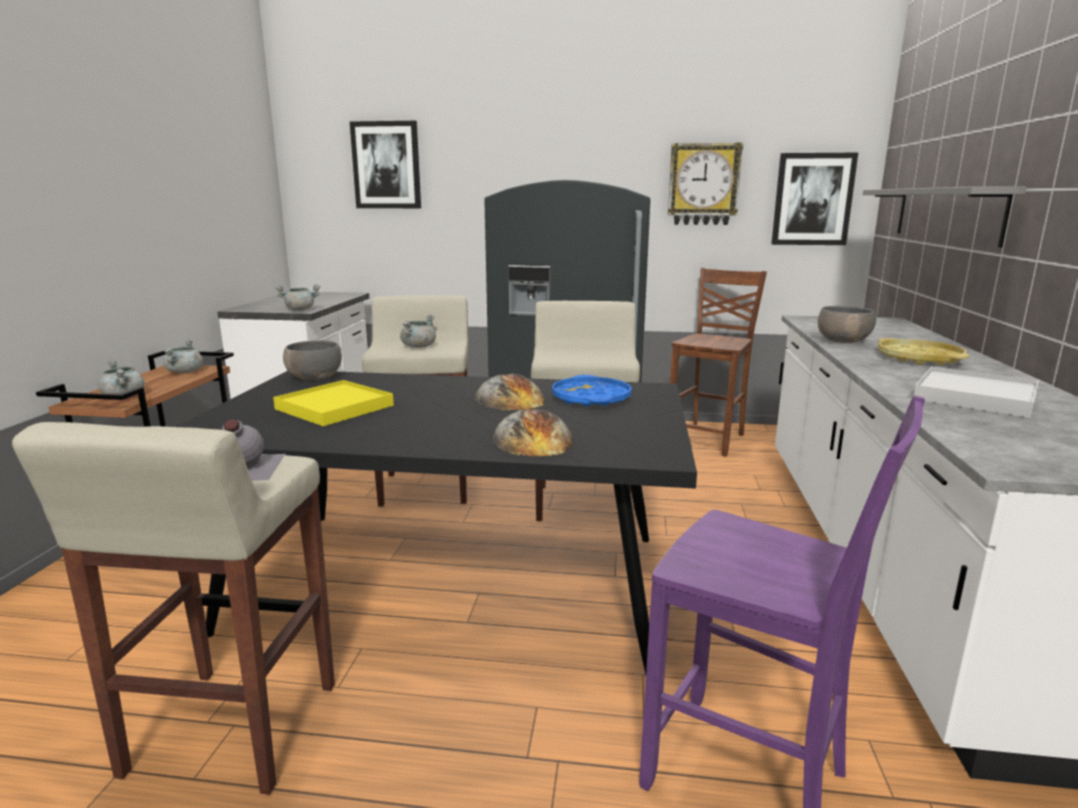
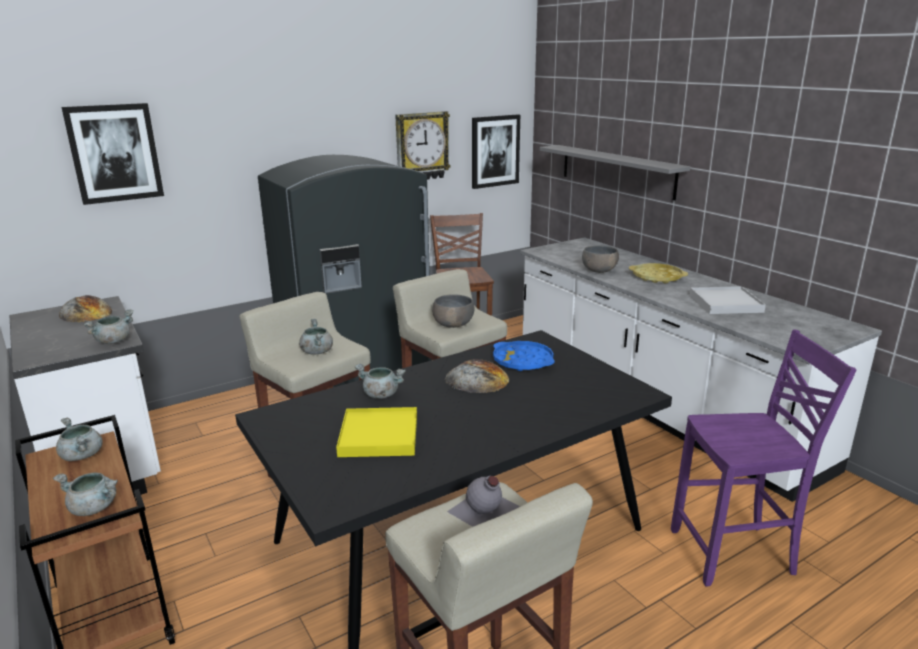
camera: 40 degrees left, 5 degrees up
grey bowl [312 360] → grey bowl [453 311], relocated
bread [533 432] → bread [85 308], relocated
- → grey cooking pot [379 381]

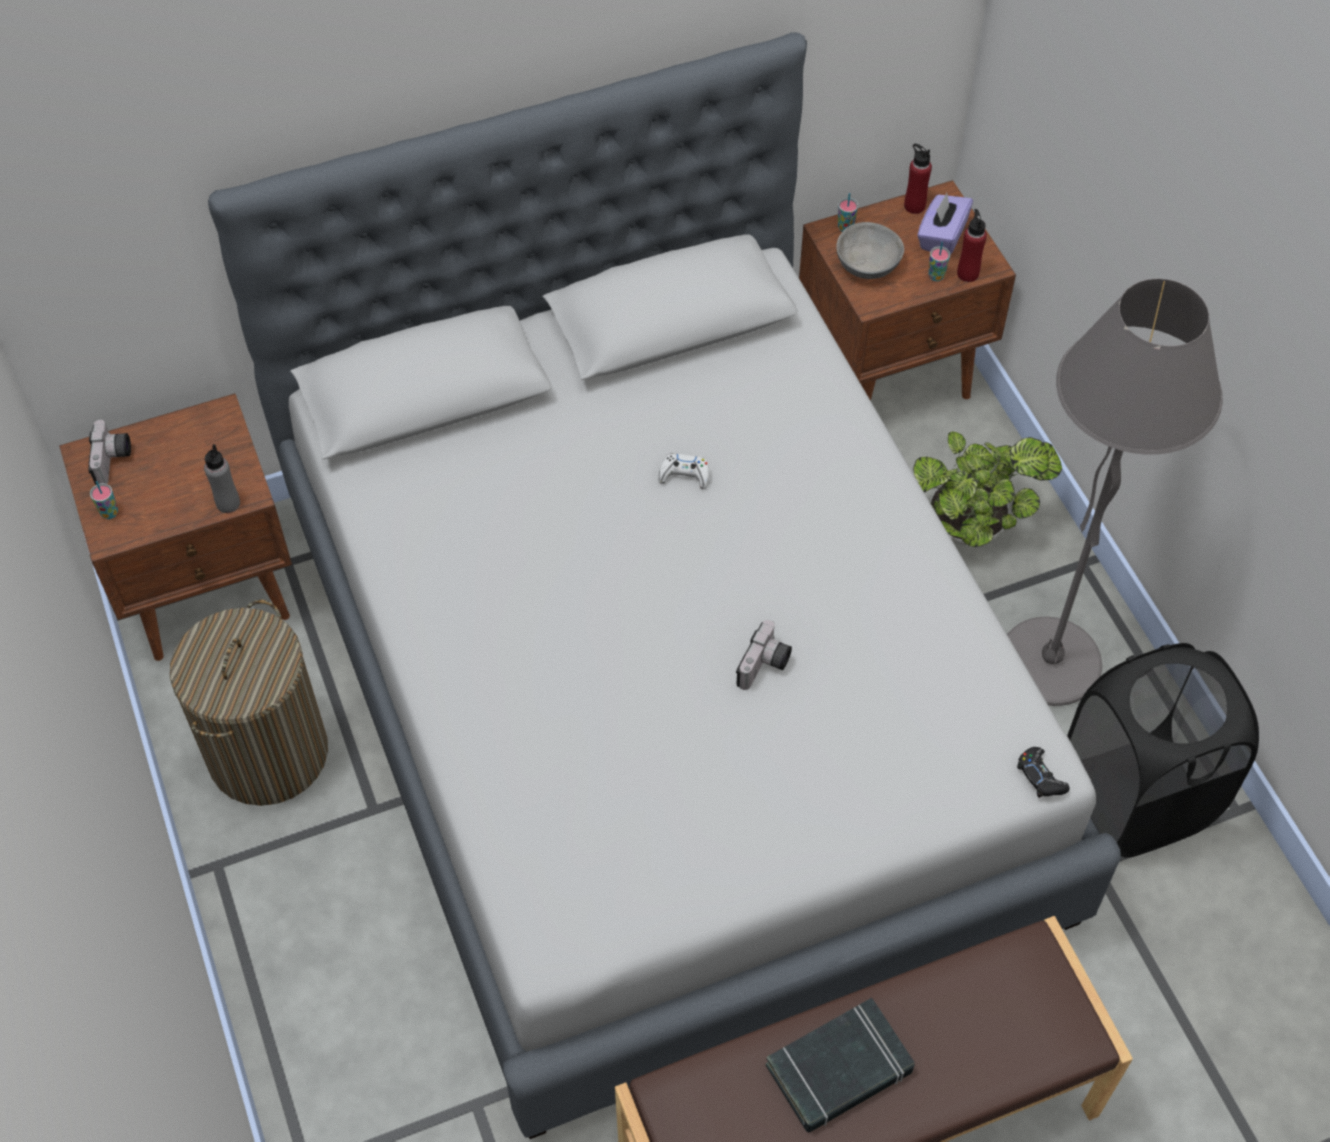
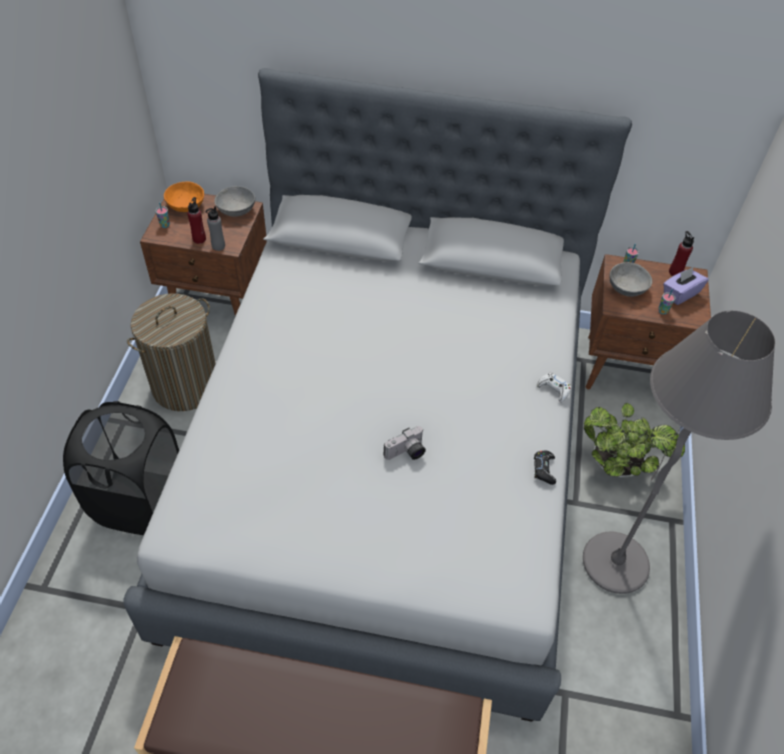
camera: 30 degrees right, 5 degrees down
red bottle [972 245] → red bottle [196 220], relocated
photo camera [109 452] → orange bowl [184 197]
white game controller [684 471] → white game controller [554 387], relocated
black laundry basket [1163 750] → black laundry basket [121 468], relocated
black game controller [1043 772] → black game controller [545 468], relocated
black book [840 1065] → -
- → grey bowl [234 201]

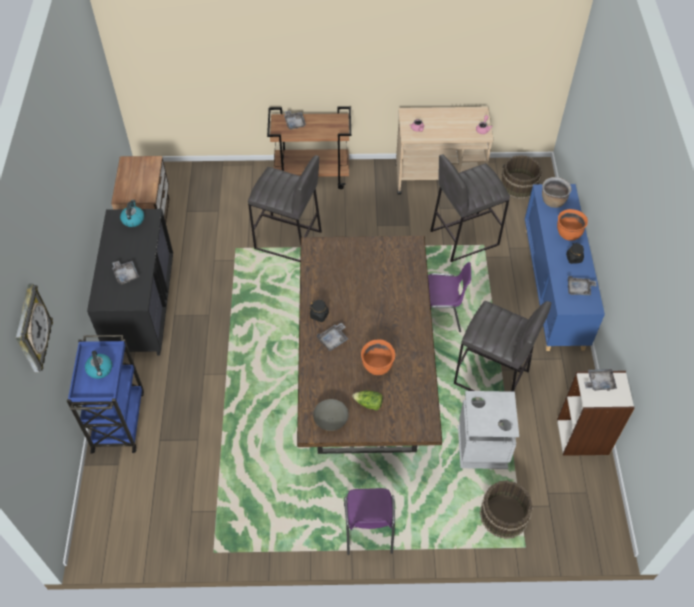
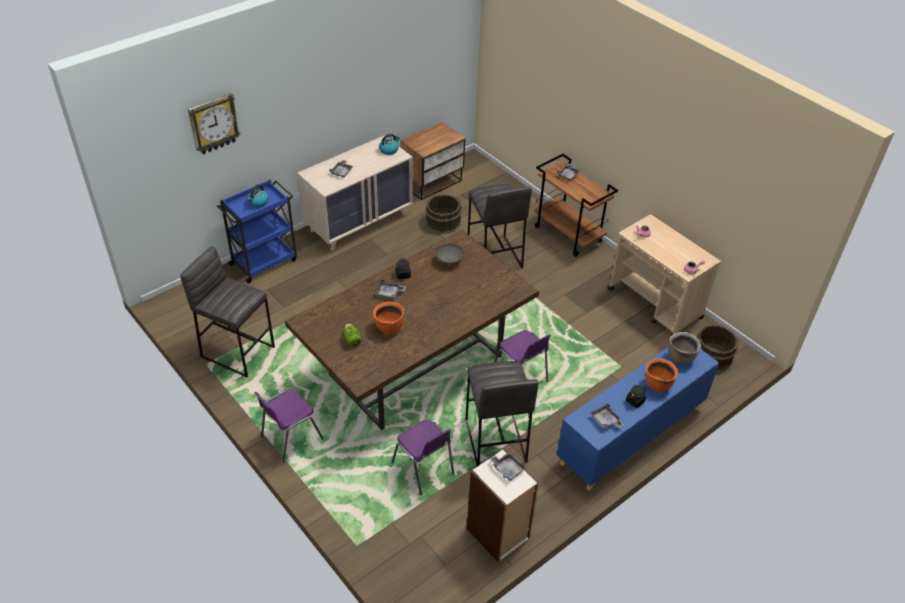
camera: 50 degrees right, 10 degrees down
grey stool [470 208] → grey stool [227 311], relocated
black dresser [130 282] → beige dresser [355 193]
grey trash can [488 430] → purple chair [422 457]
grey bowl [331 415] → grey bowl [450 254], relocated
brown bucket [506 509] → brown bucket [443 214], relocated

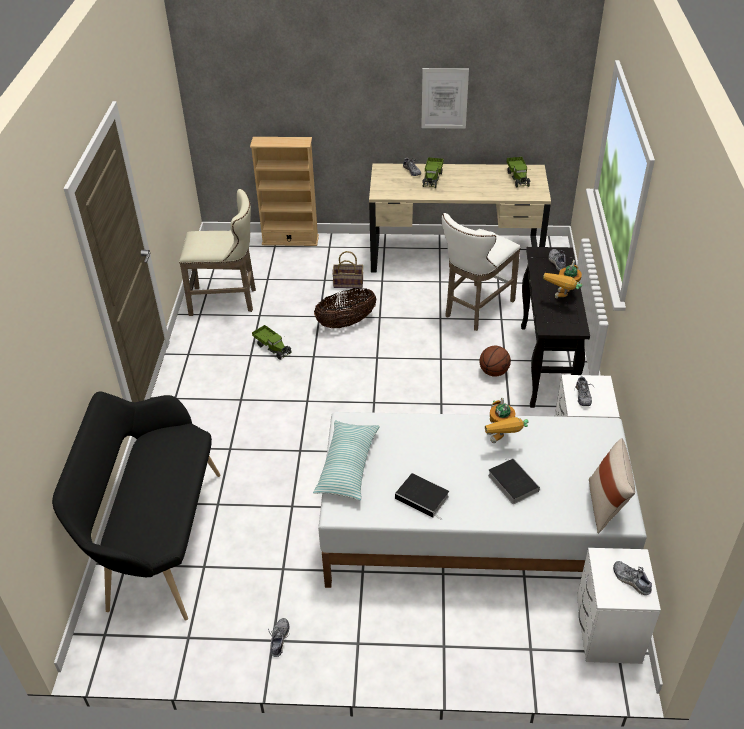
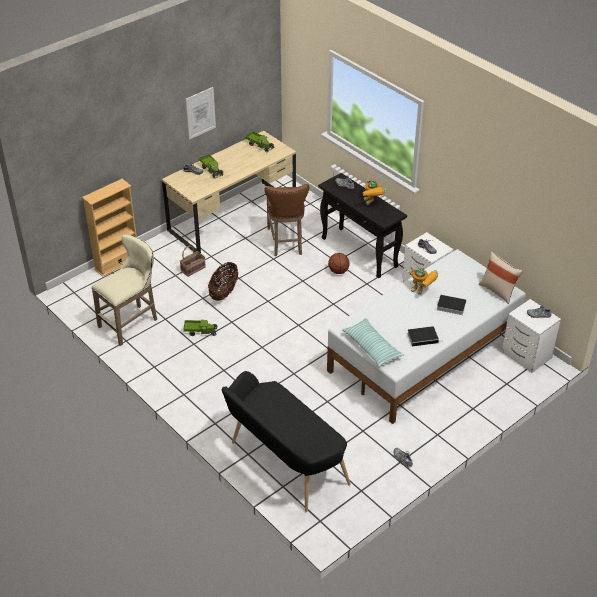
camera: 45 degrees left, 0 degrees up
white stool [481 272] → brown stool [286 220]

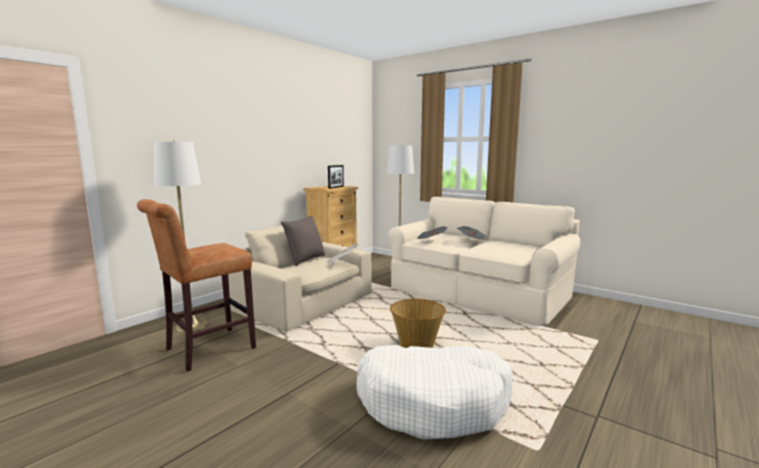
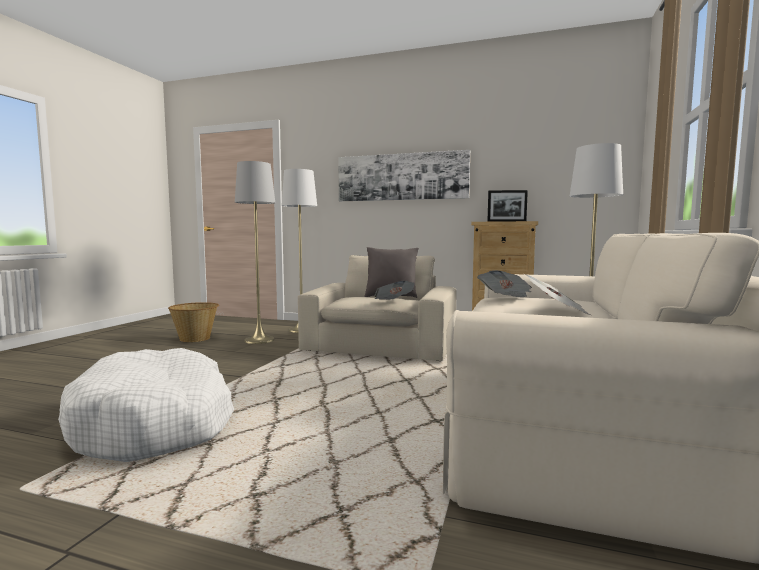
camera: 70 degrees right, 5 degrees down
brown stool [196 285] → grey floor lamp [255 252]
basket [418 323] → basket [193 322], relocated
- → picture [404 175]

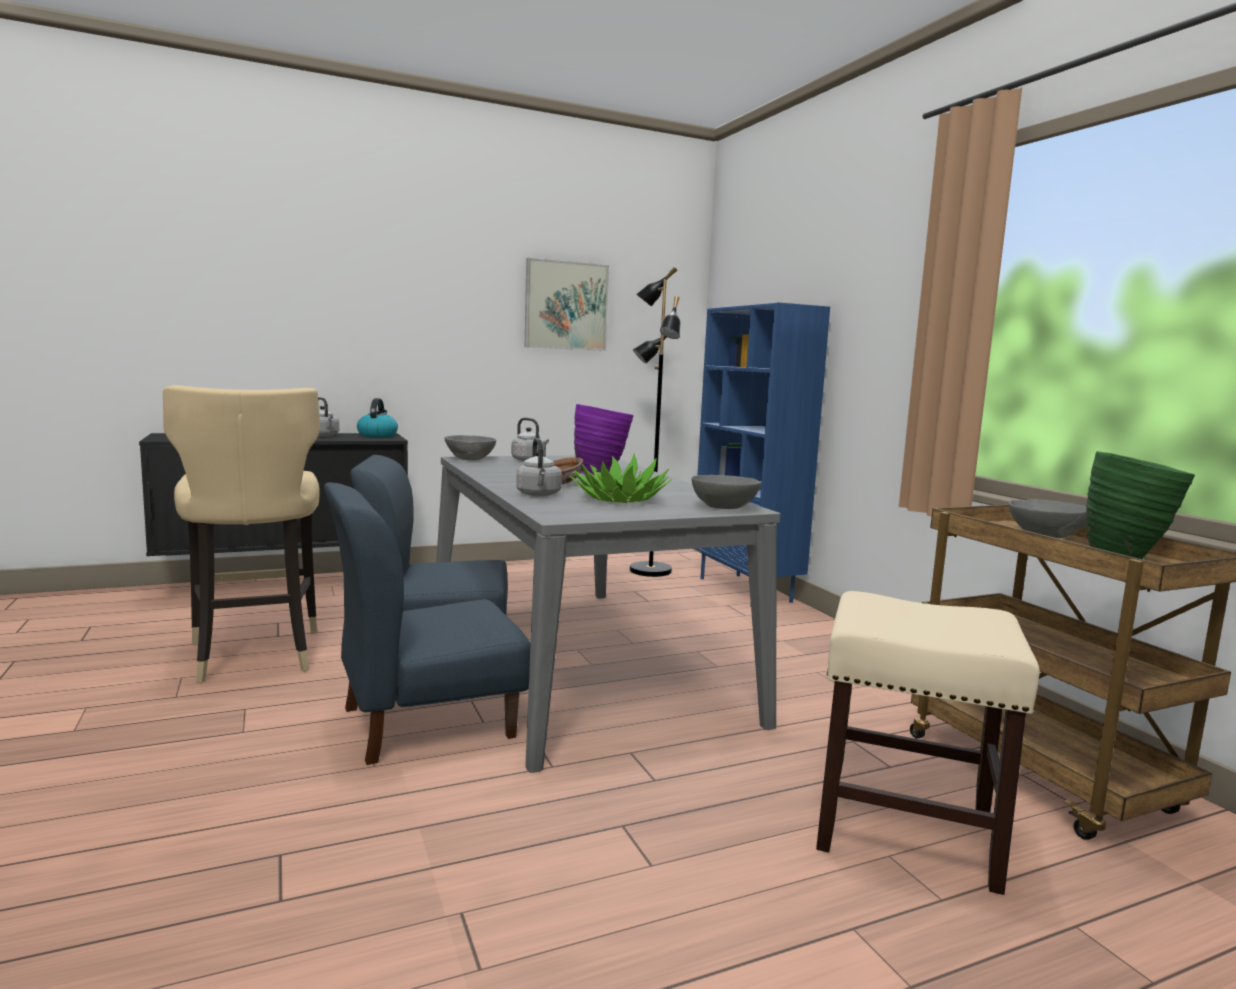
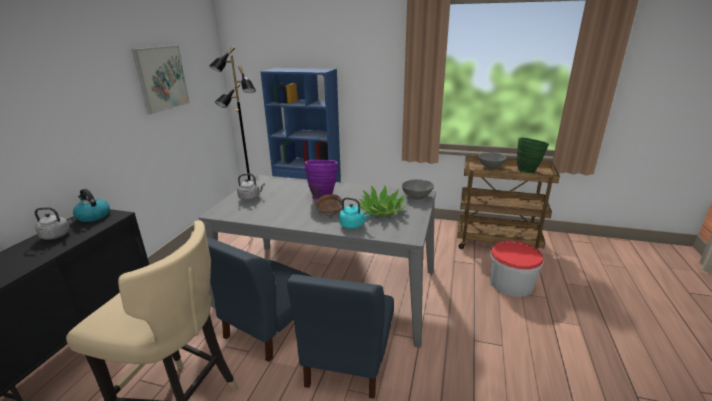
camera: 50 degrees left, 15 degrees up
grey bowl [470 447] → -
grey kettle [539 467] → turquoise kettle [354 213]
beige stool [928 743] → bucket [517 268]

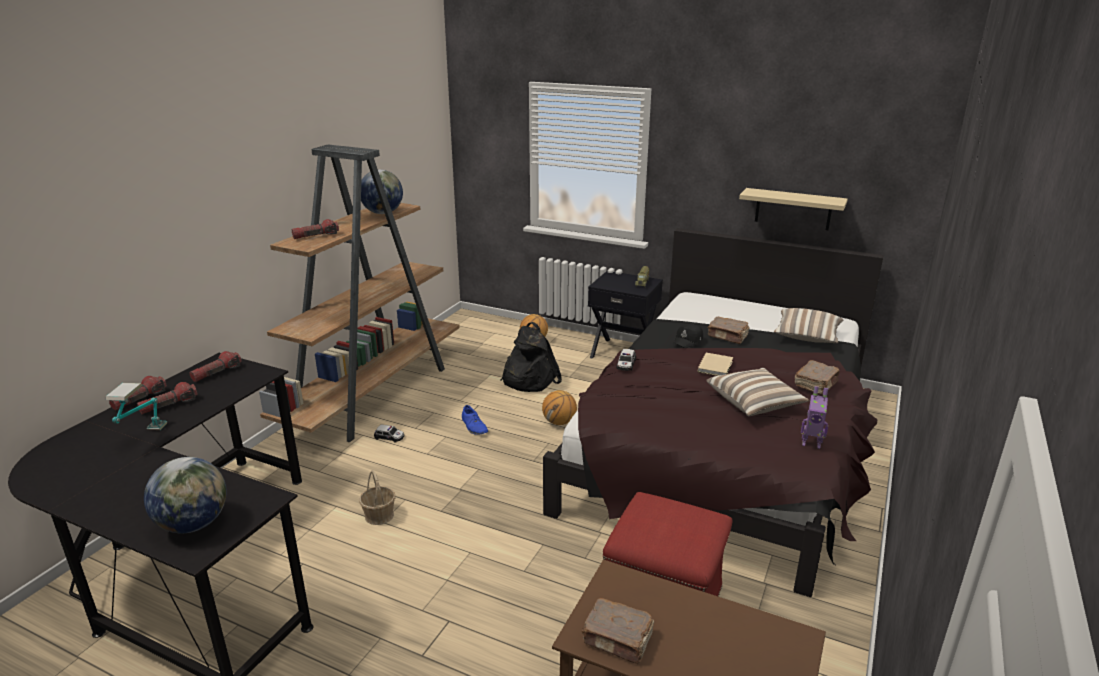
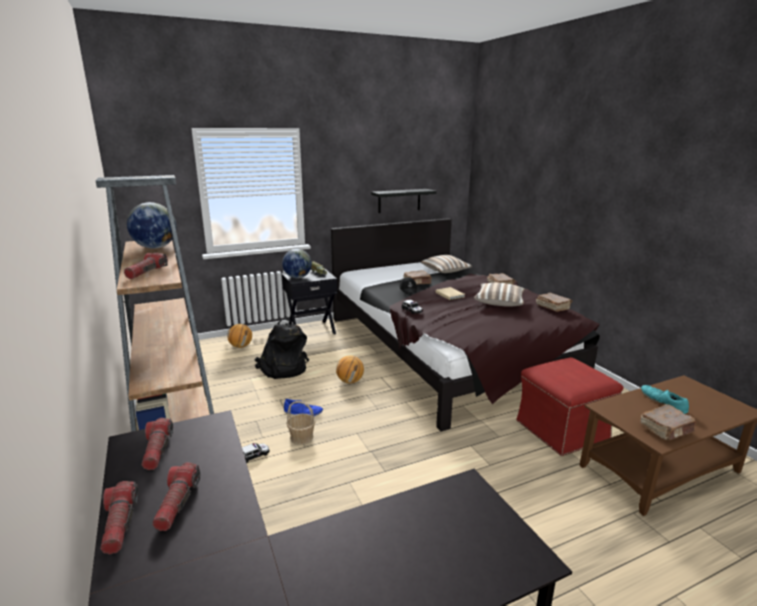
camera: 50 degrees left, 5 degrees down
beige shelf [793 209] → black shelf [403 201]
table lamp [136 406] → -
toy robot [814 417] → brown book [554 302]
globe [185 495] → globe [297 263], relocated
basket [377 497] → basket [301 422], relocated
- → turquoise shoe [665 399]

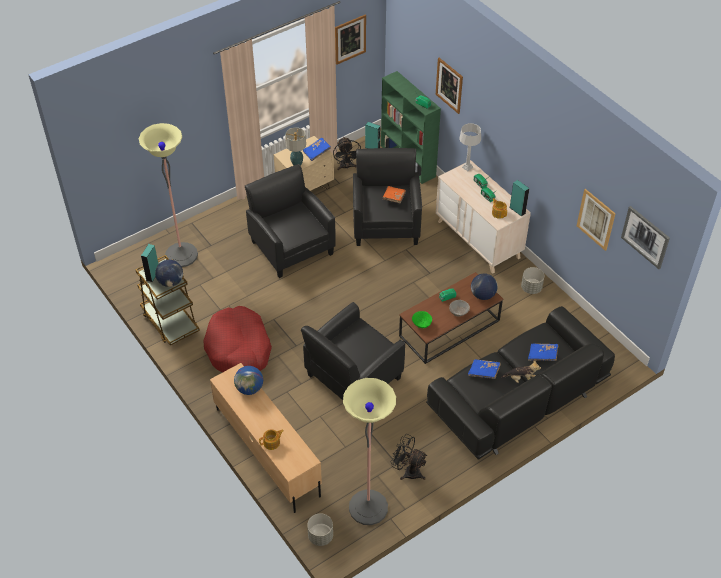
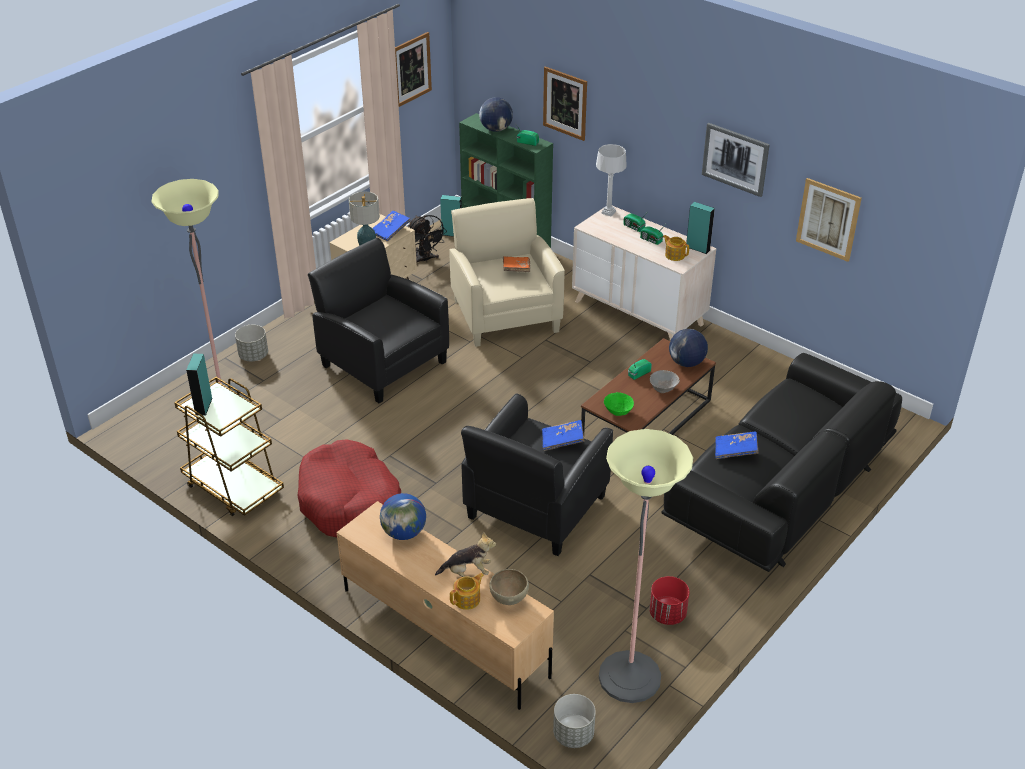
camera: 15 degrees left, 10 degrees down
black armchair [387 197] → beige armchair [507 272]
picture [645 237] → picture [736 160], relocated
globe [169 273] → globe [496 114], relocated
grey planter [532 280] → grey planter [251 343], relocated
blue book [543 352] → blue book [563 435], relocated
plush toy [521 371] → plush toy [465 554], relocated
black fan [409 457] → red planter [669 600]
- → brown bowl [509 587]

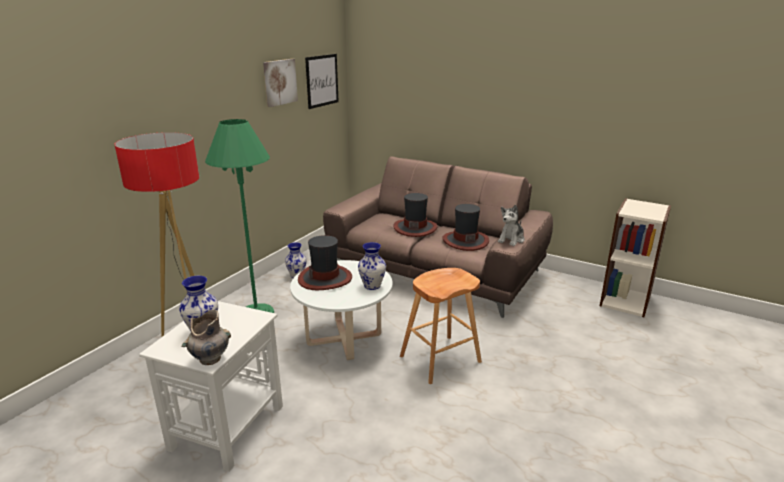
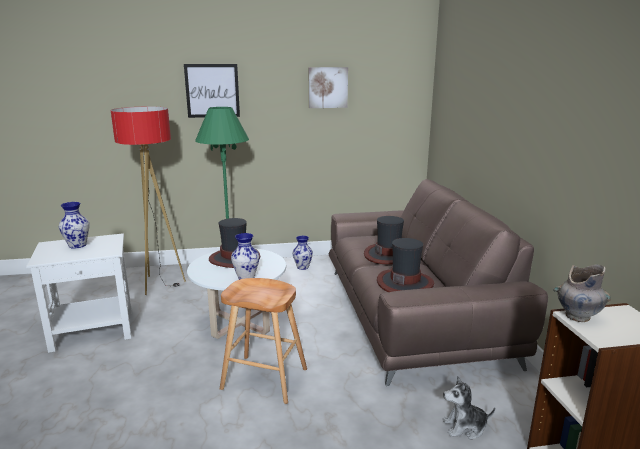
camera: 50 degrees right, 5 degrees down
picture [322 81] → picture [212 91], relocated
plush toy [511 225] → plush toy [468 408], relocated
grey vase [206 337] → grey vase [582 293], relocated

